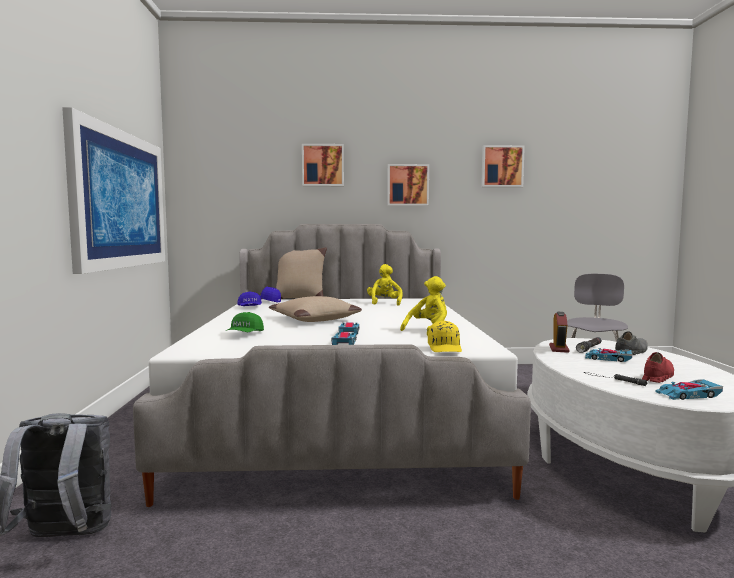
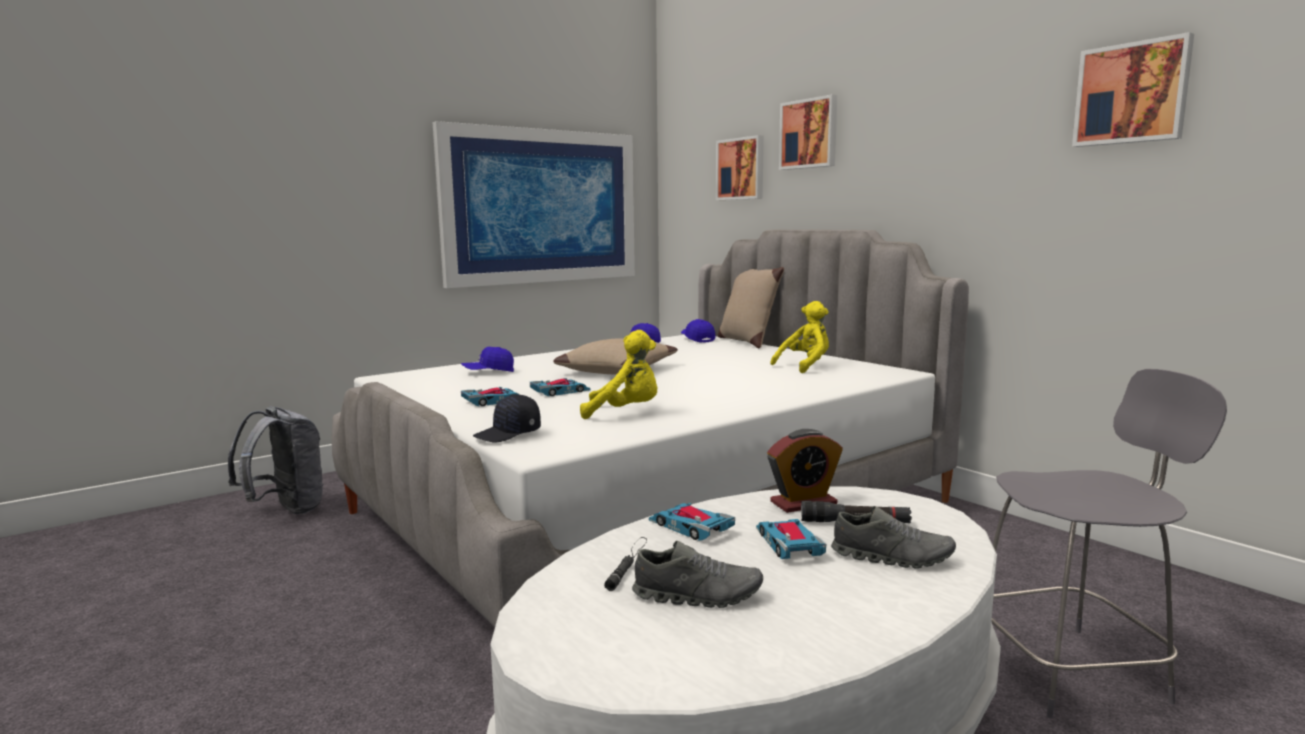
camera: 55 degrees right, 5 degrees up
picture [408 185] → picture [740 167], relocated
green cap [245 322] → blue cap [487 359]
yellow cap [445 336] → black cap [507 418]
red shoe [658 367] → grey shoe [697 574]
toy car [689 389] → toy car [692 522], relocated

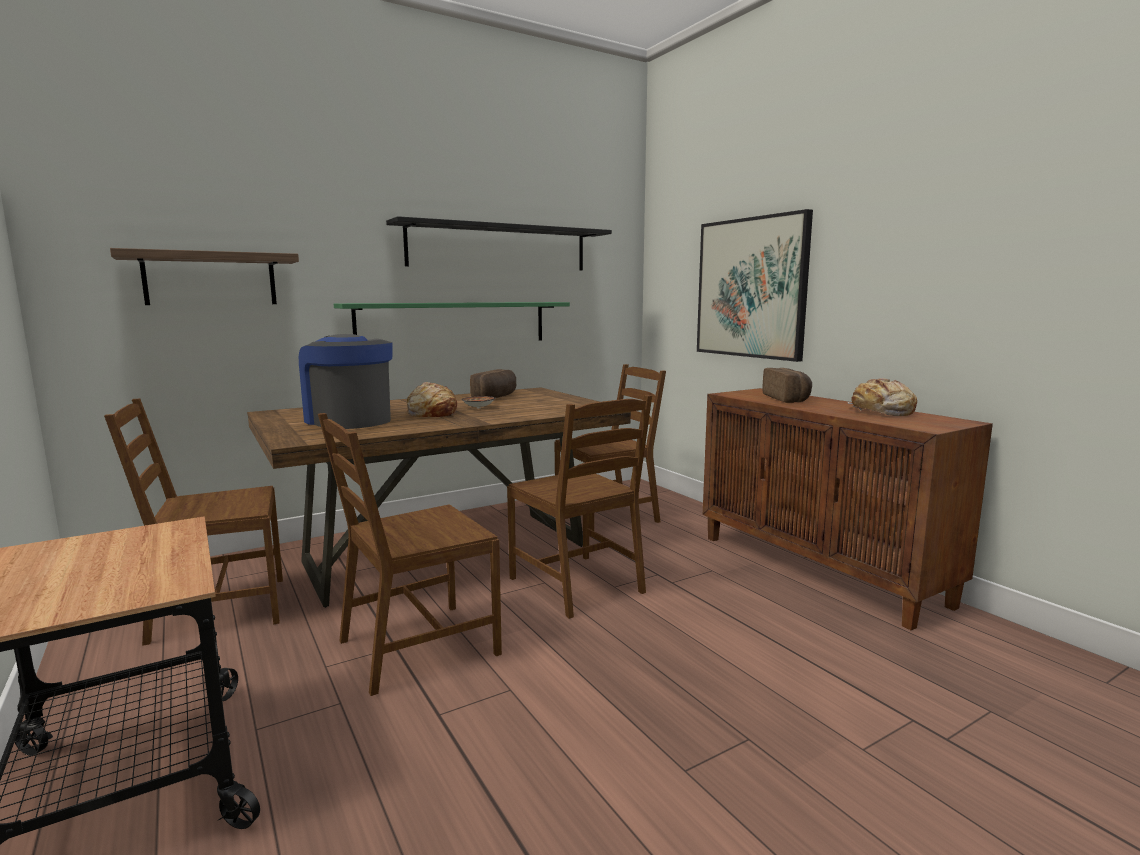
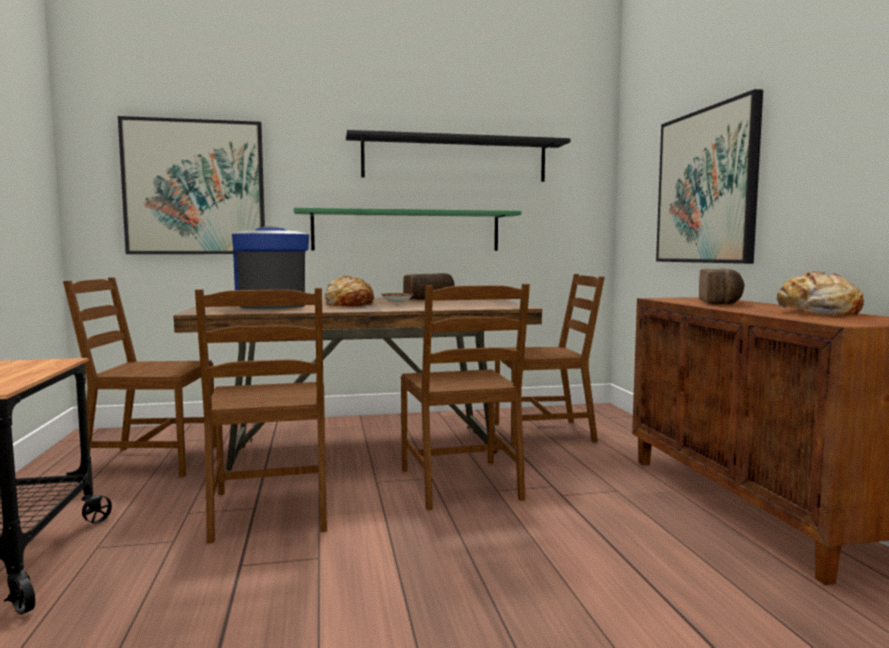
camera: 20 degrees right, 5 degrees down
shelf [204 276] → picture [191 185]
brown chair [410 554] → brown chair [261 416], 90 degrees counterclockwise

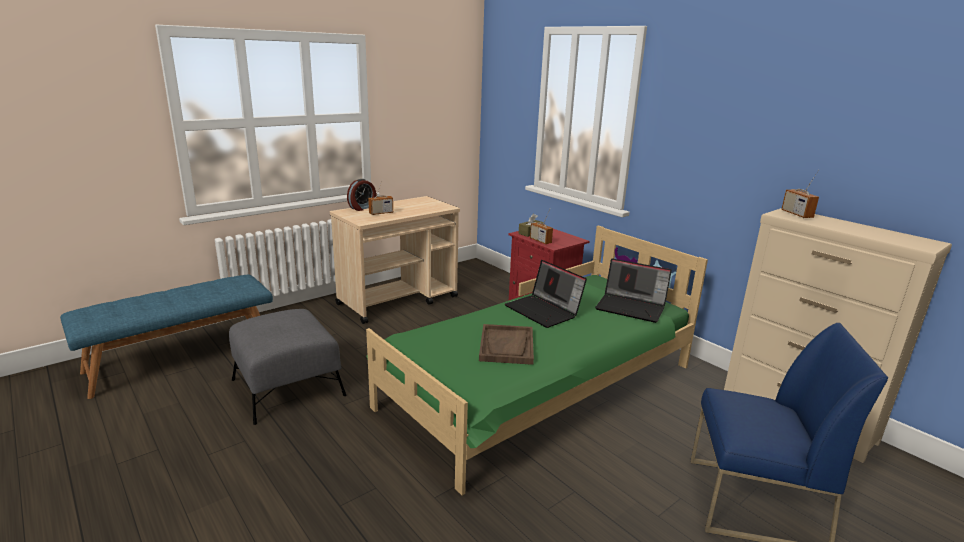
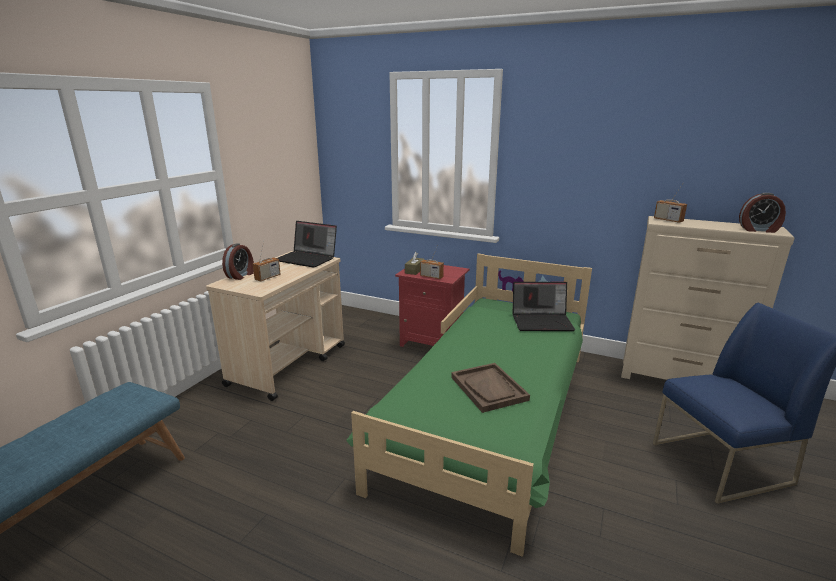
camera: 25 degrees left, 0 degrees up
laptop [546 294] → laptop [307 244], relocated
grey ottoman [287 367] → -
- → alarm clock [762 213]

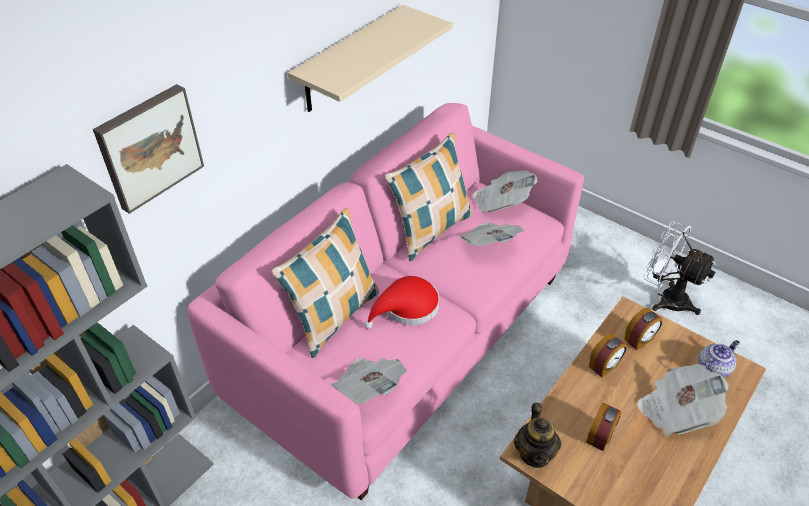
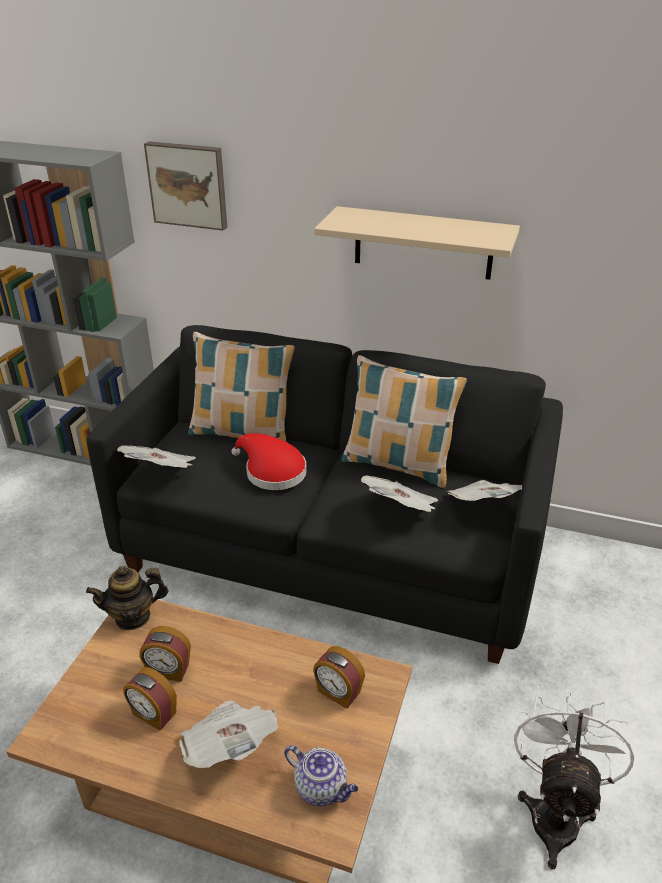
camera: 70 degrees right, 10 degrees down
pink sofa [385 301] → black sofa [325 494]
alarm clock [608 355] → alarm clock [150 699], relocated

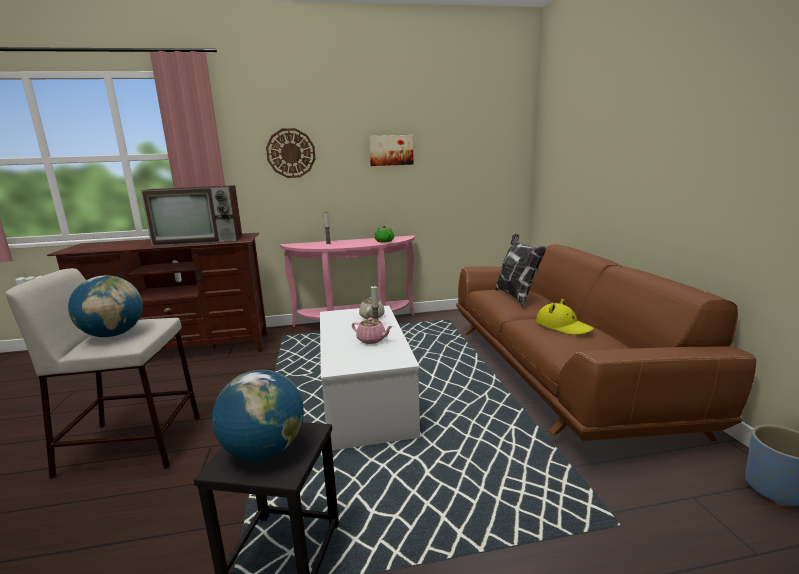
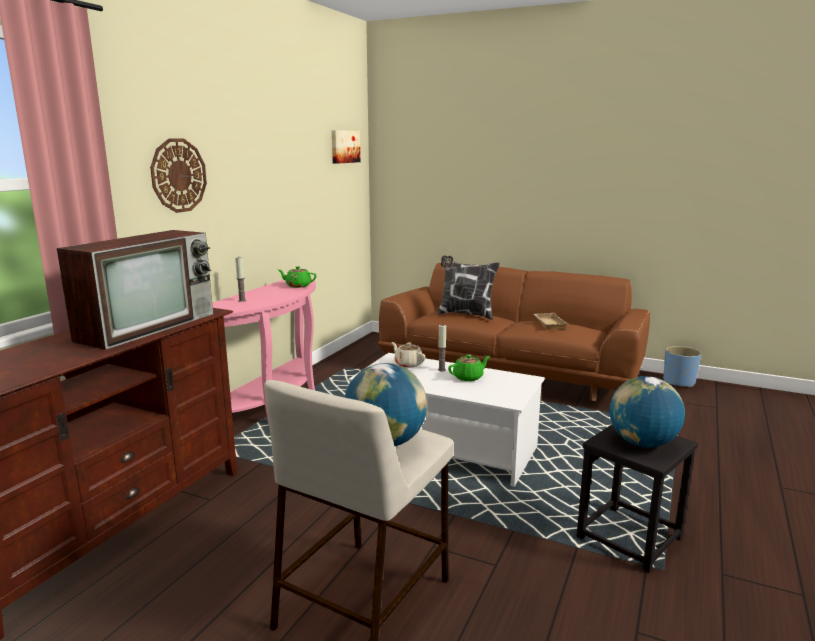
camera: 55 degrees left, 0 degrees up
picture [391 150] → picture [346 147], relocated
yellow hat [565 317] → beige tray [550 321]
pink teapot [372 331] → green teapot [469 368]

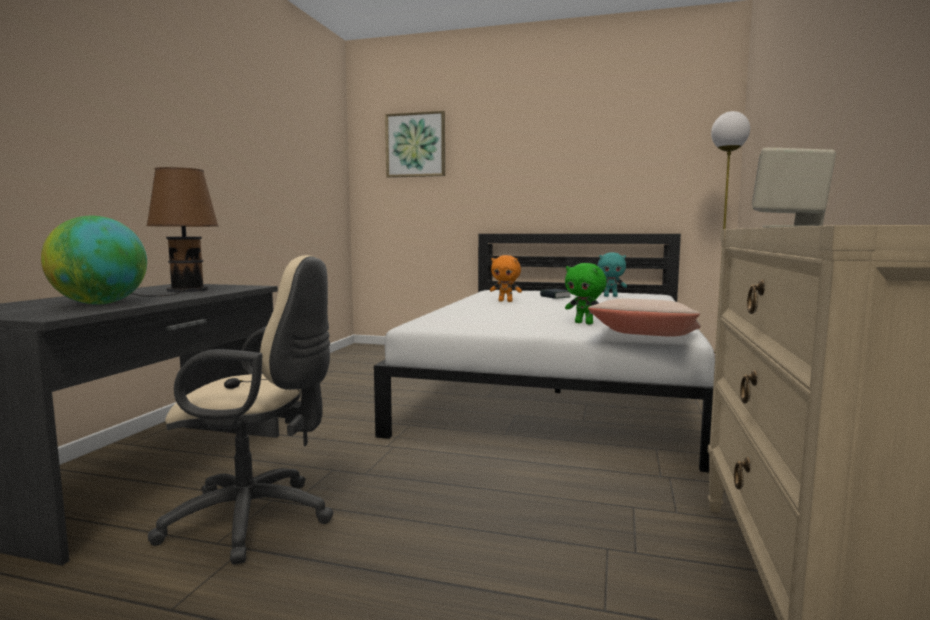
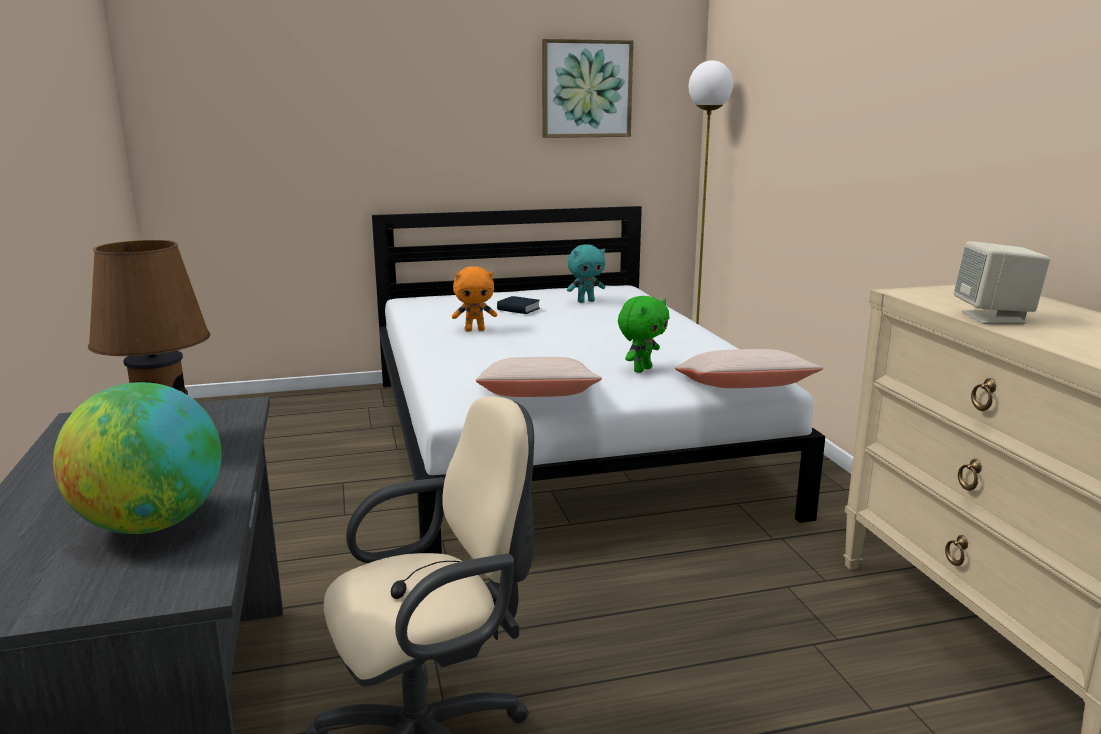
camera: 30 degrees left, 10 degrees up
picture [415 144] → picture [588 88], relocated
green plush toy [586 293] → green plush toy [643 334], 60 degrees counterclockwise
- → beige pillow [539 377]

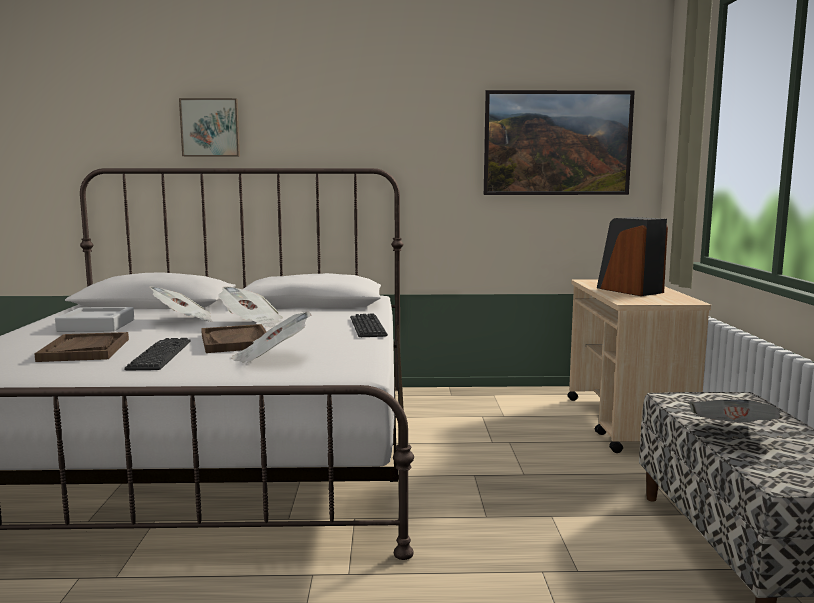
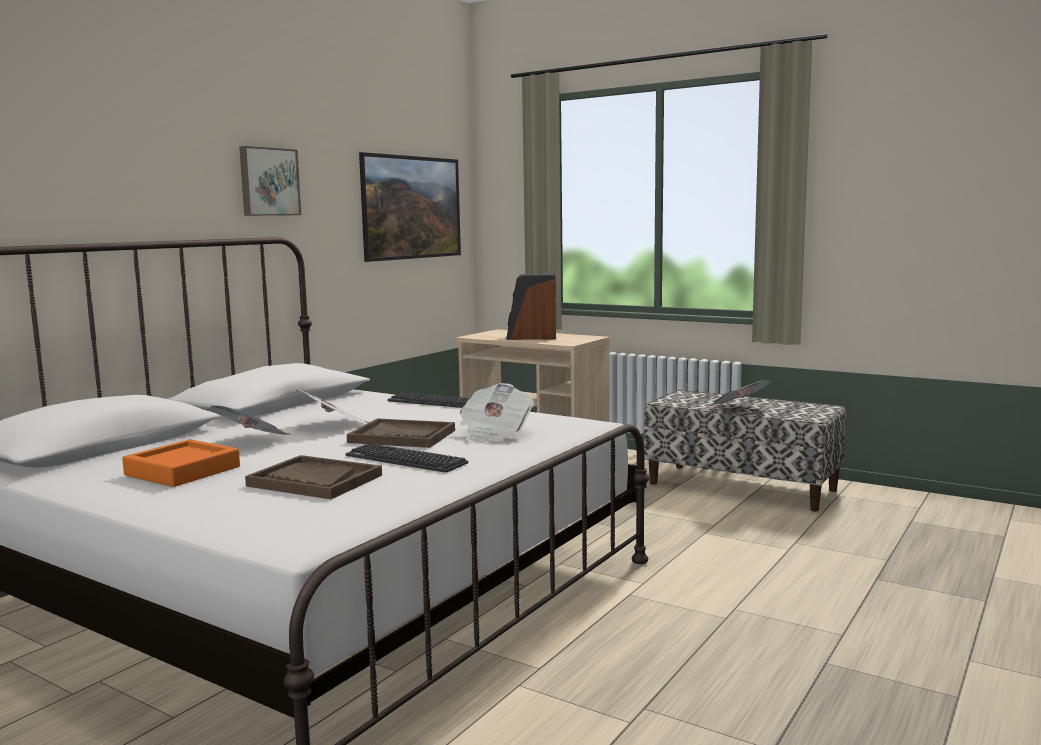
camera: 55 degrees left, 0 degrees up
picture [209 127] → picture [270 181], relocated
grey tray [94 319] → orange tray [181 463]

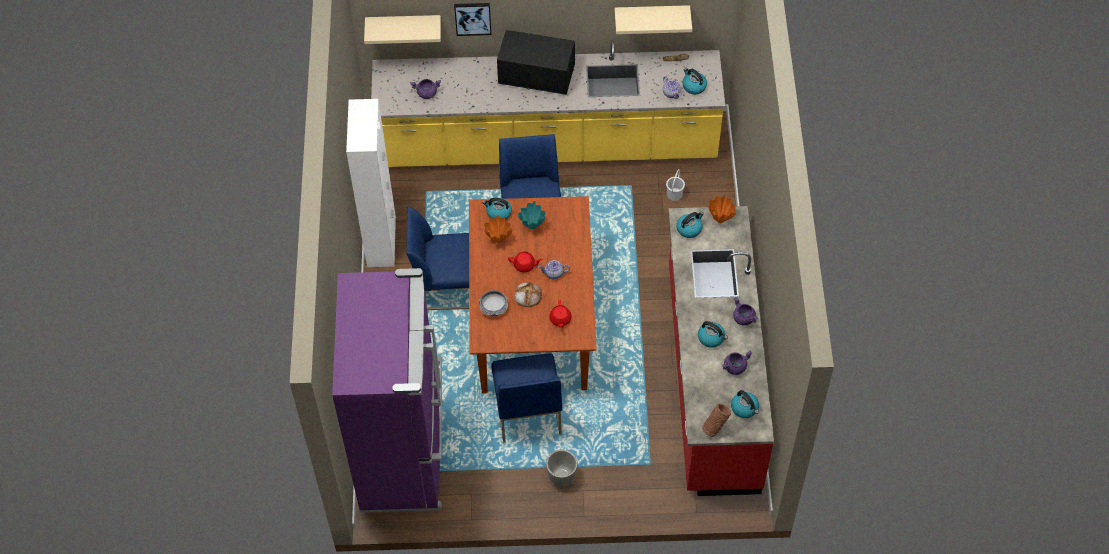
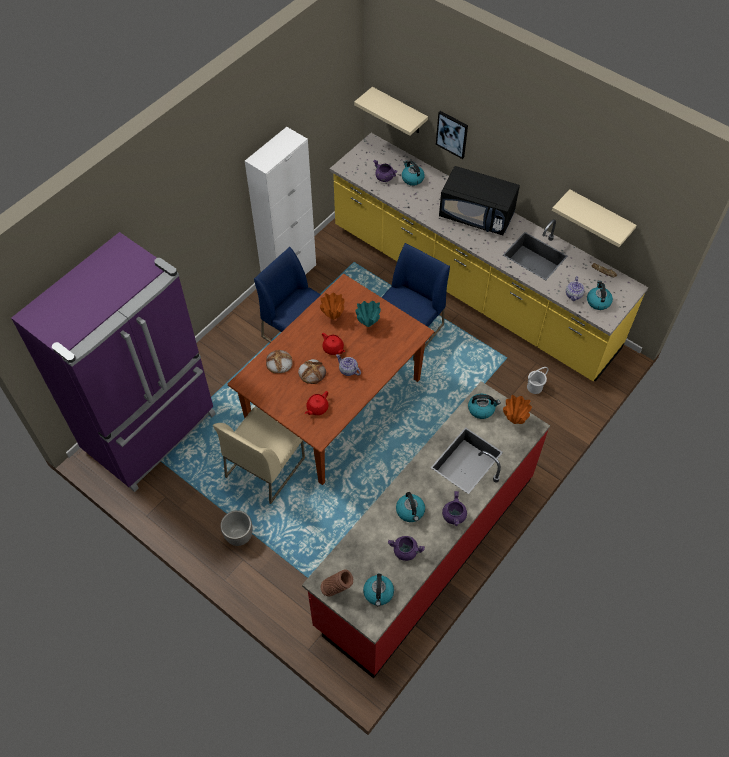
camera: 40 degrees right, 0 degrees up
black microwave [536 62] → black microwave [479 200], 150 degrees clockwise
kettle [497 209] → kettle [413 173], relocated
bowl [493 303] → bread [279 361]
blue chair [526 398] → beige chair [259 455]

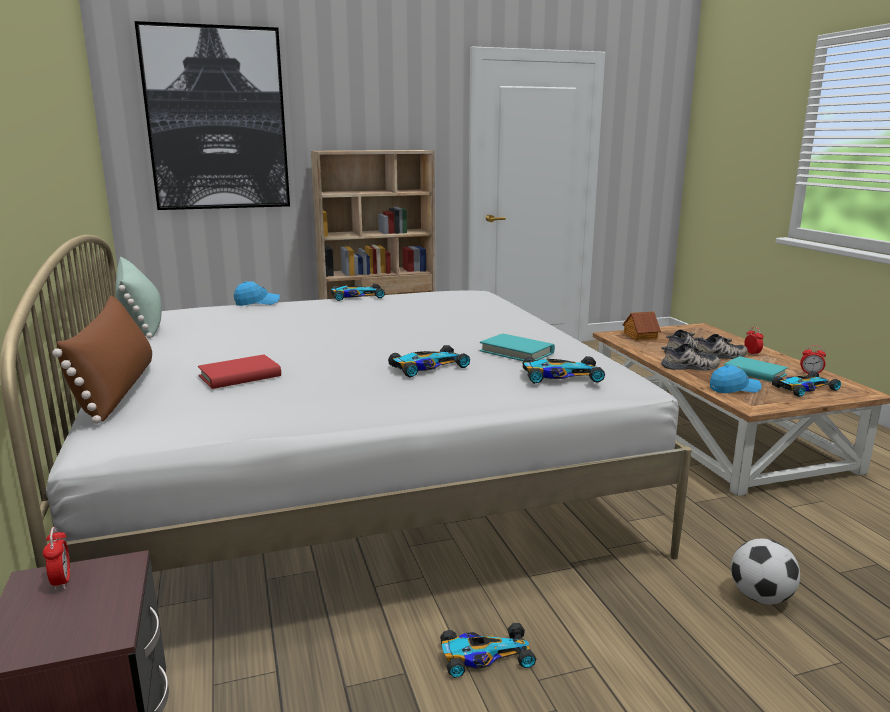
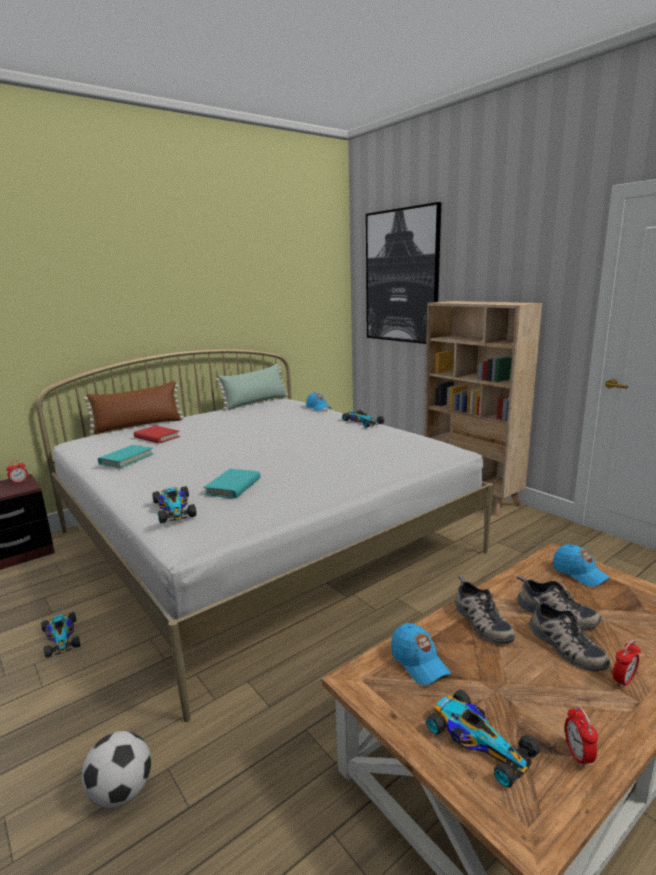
camera: 70 degrees right, 0 degrees up
toy house [642 325] → blue cap [581 566]
toy car [429 361] → -
turquoise book [756 369] → turquoise book [126 456], relocated

